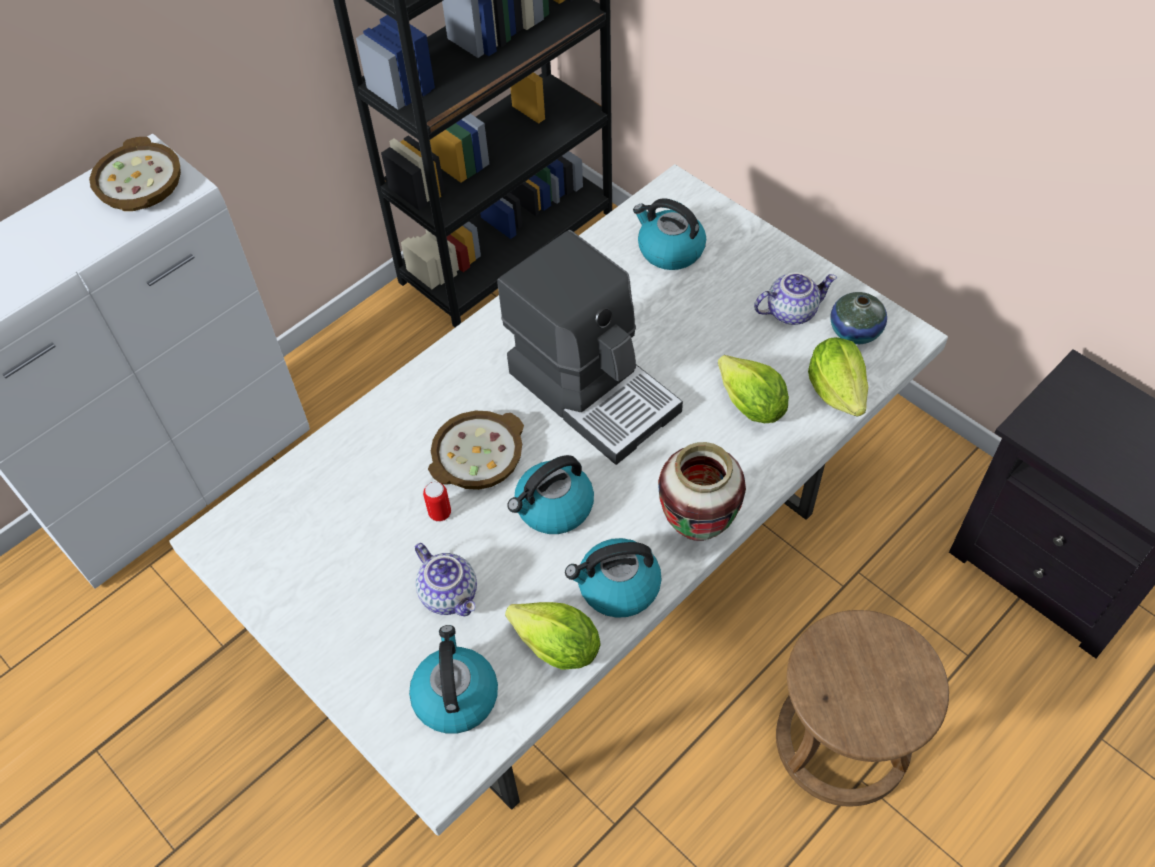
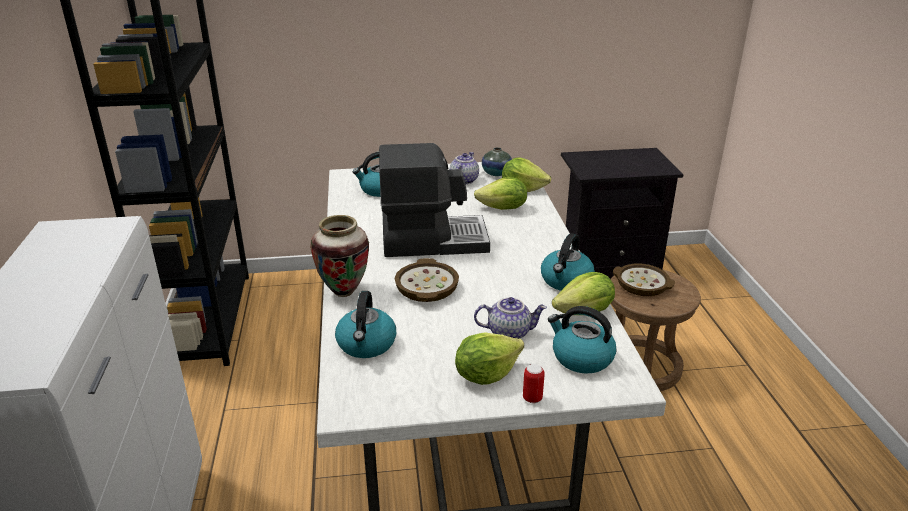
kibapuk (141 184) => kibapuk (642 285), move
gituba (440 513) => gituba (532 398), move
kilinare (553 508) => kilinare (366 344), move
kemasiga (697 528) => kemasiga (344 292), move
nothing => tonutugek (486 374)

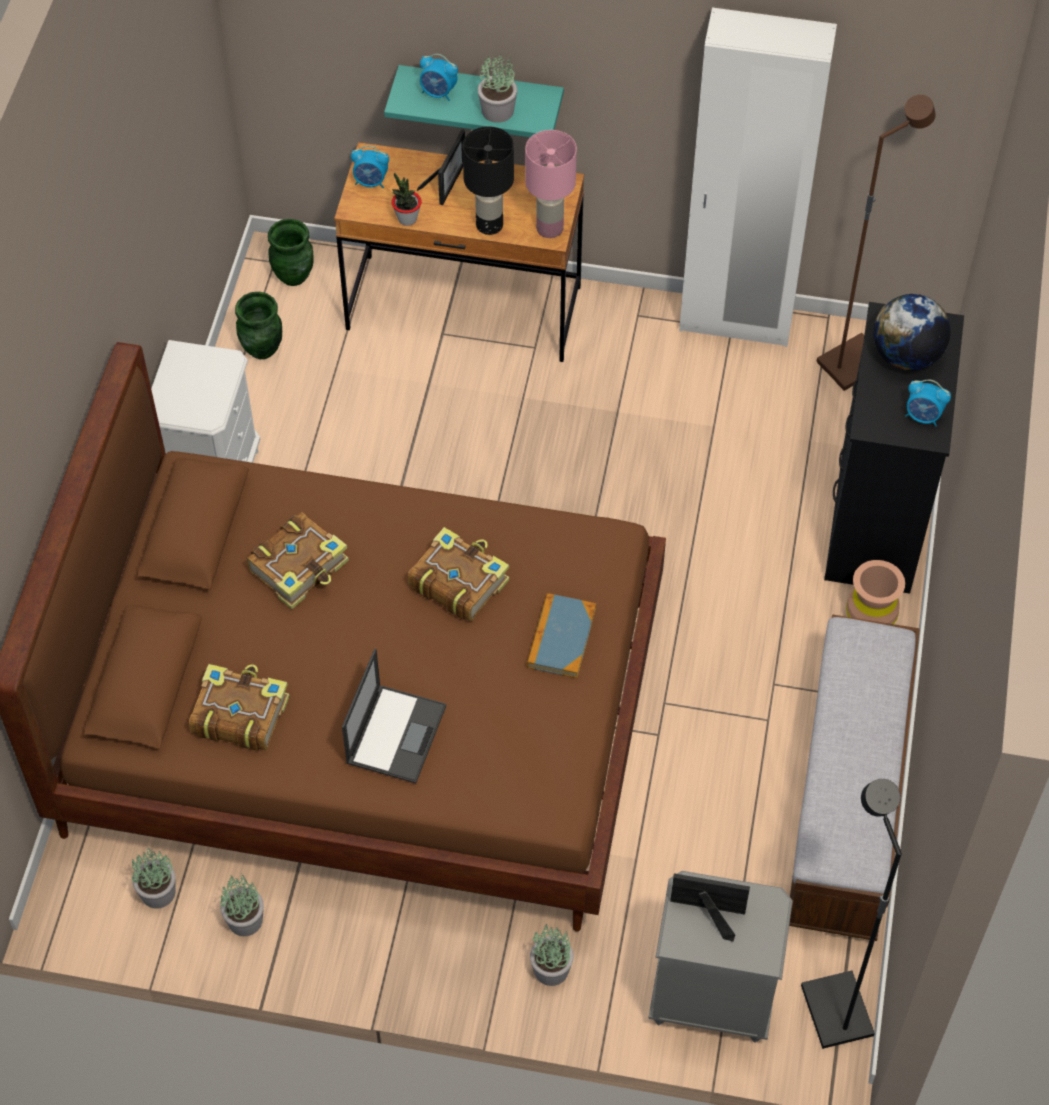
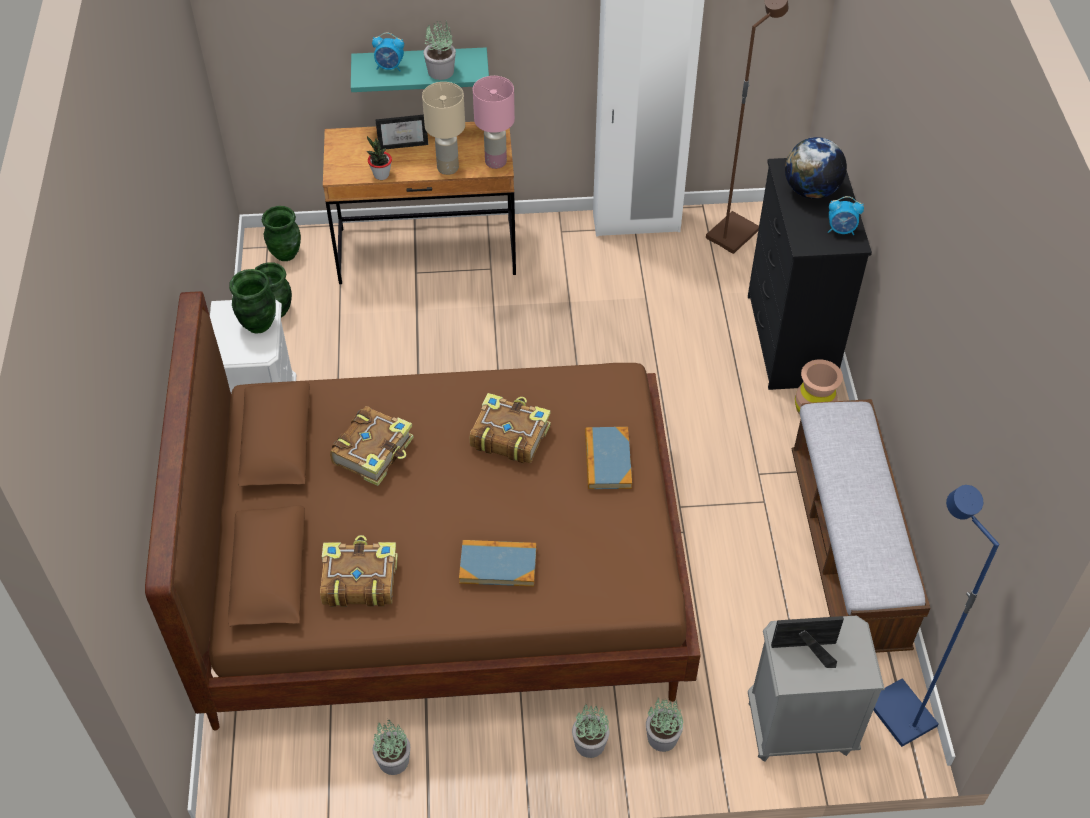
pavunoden (157 893) => pavunoden (589 744), move
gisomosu (396 733) => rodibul (498 565)
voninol (371 182) => nothing
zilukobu (447 180) => zilukobu (404 143), 75 degrees clockwise
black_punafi (489 224) => beige_punafi (447 167)
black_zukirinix (834 1011) => blue_zukirinix (898 714)
nothing => green_kemasiga (258 324)

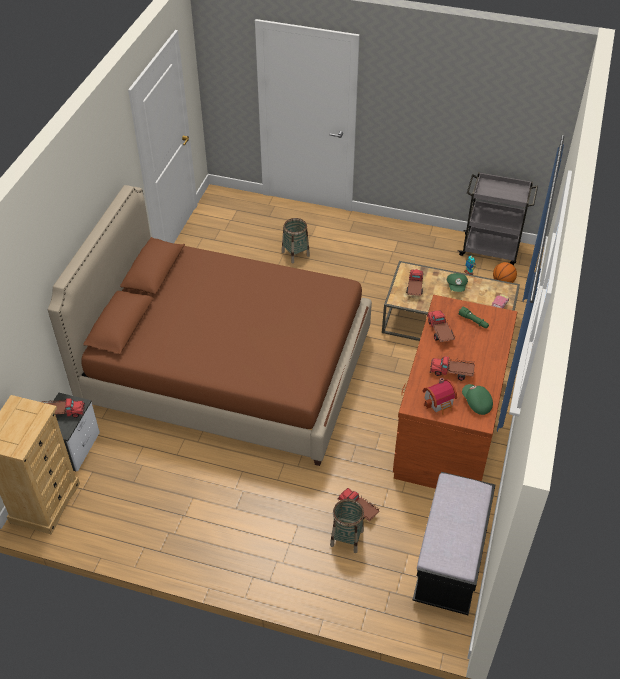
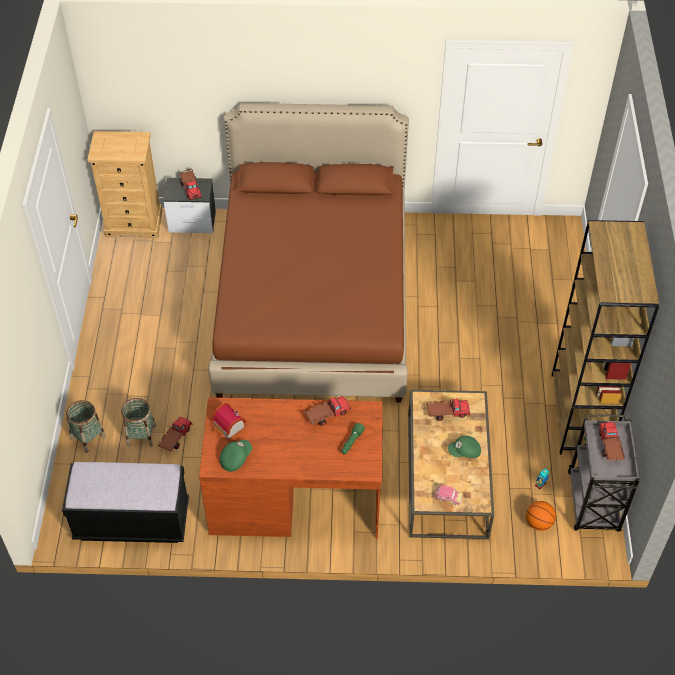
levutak (295 254) => levutak (88 437), move
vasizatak (452 372) => vasizatak (609 446), move
nothing => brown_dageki (580 414)

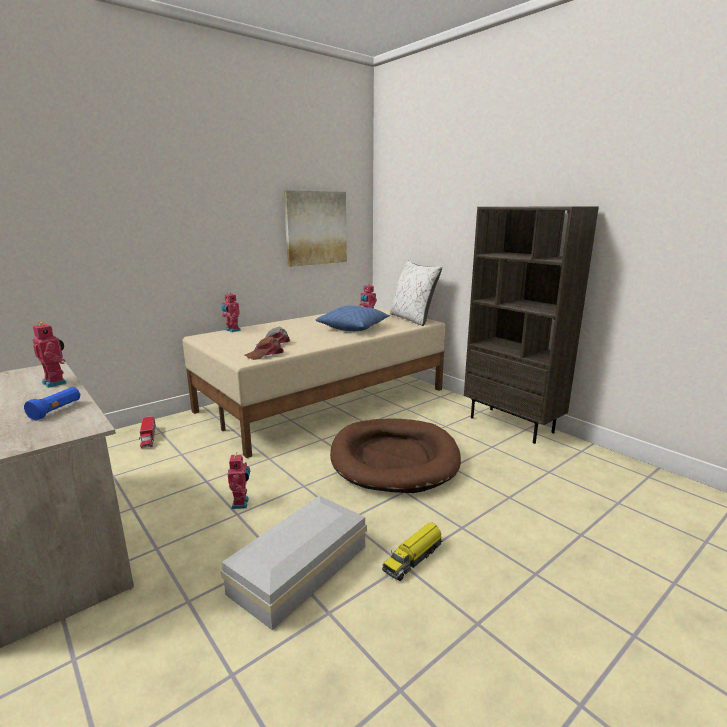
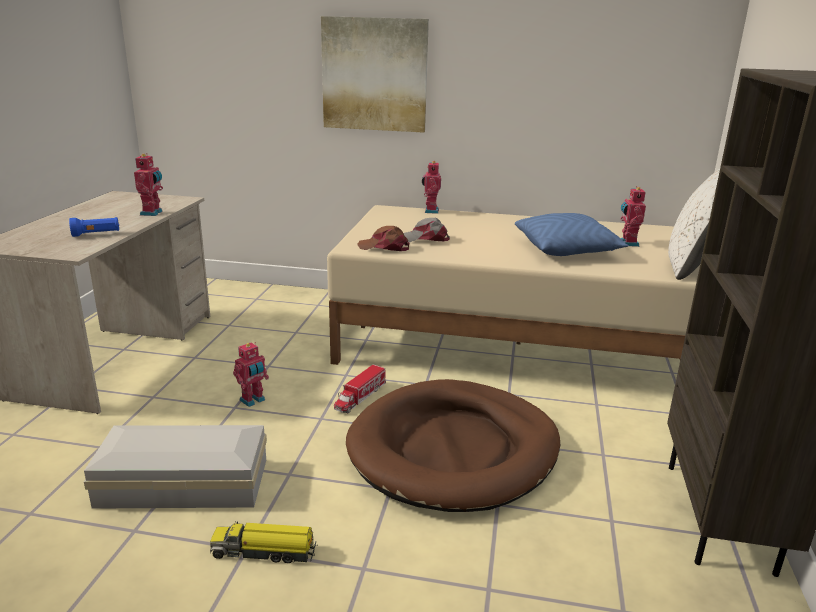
vasizatak (148 438) => vasizatak (360 397), move
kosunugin (316 228) => kosunugin (374 75), move

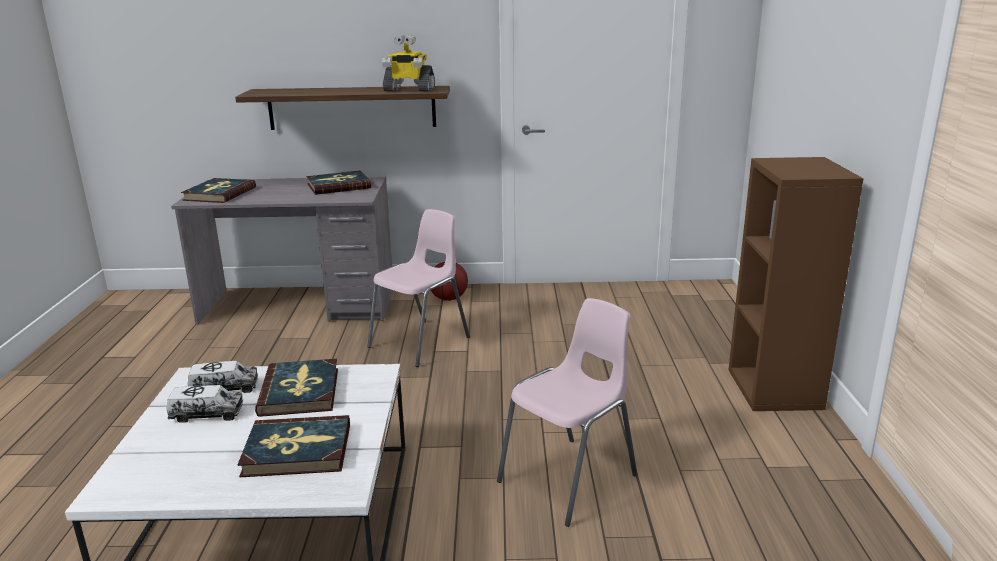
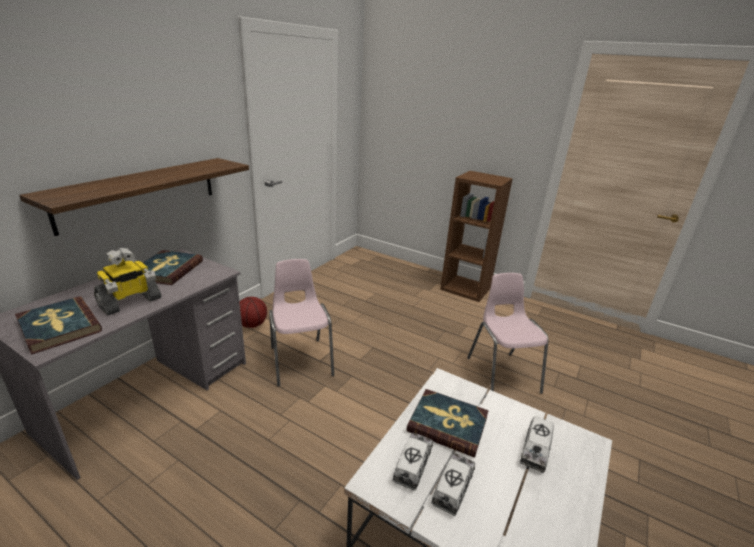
rodibul (297 450) => vasizatak (535 450)
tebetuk (408 90) => tebetuk (130 302), move

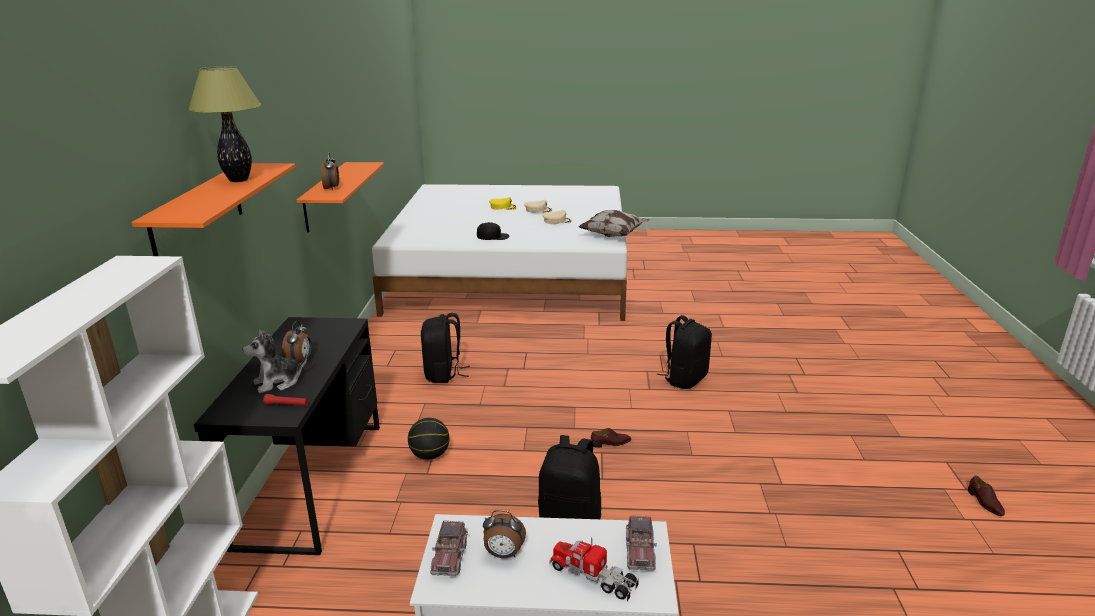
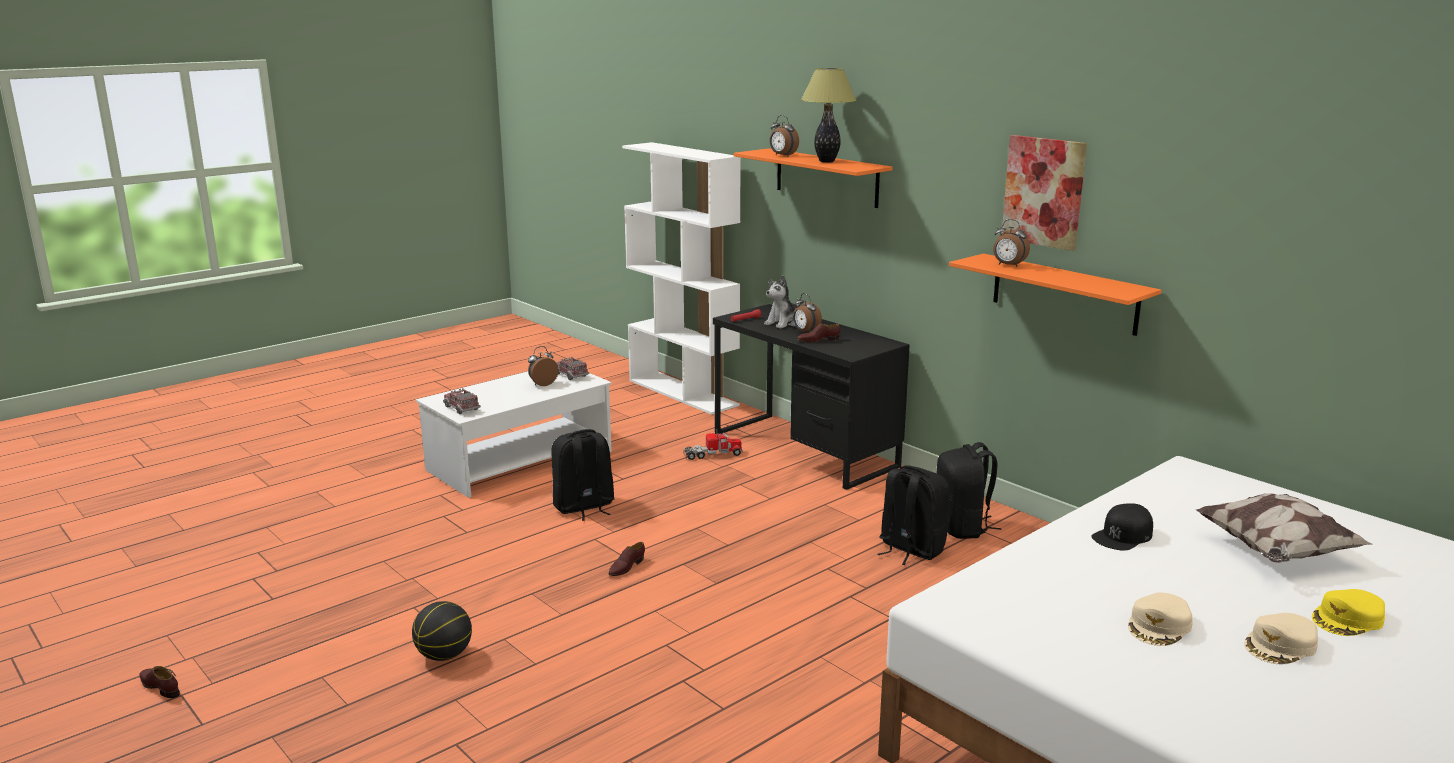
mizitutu (278 382) => mizitutu (784 323), 150 degrees counterclockwise
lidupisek (430 455) => lidupisek (444 655), move
vasizatak (593 576) => vasizatak (712 454), move
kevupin (614 235) => kevupin (1275 552), move
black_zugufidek (685 379) => black_zugufidek (962 527), move
nothing => voninol (782 155)
nothing => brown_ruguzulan (818 340)
nothing => kosunugin (1044 192)

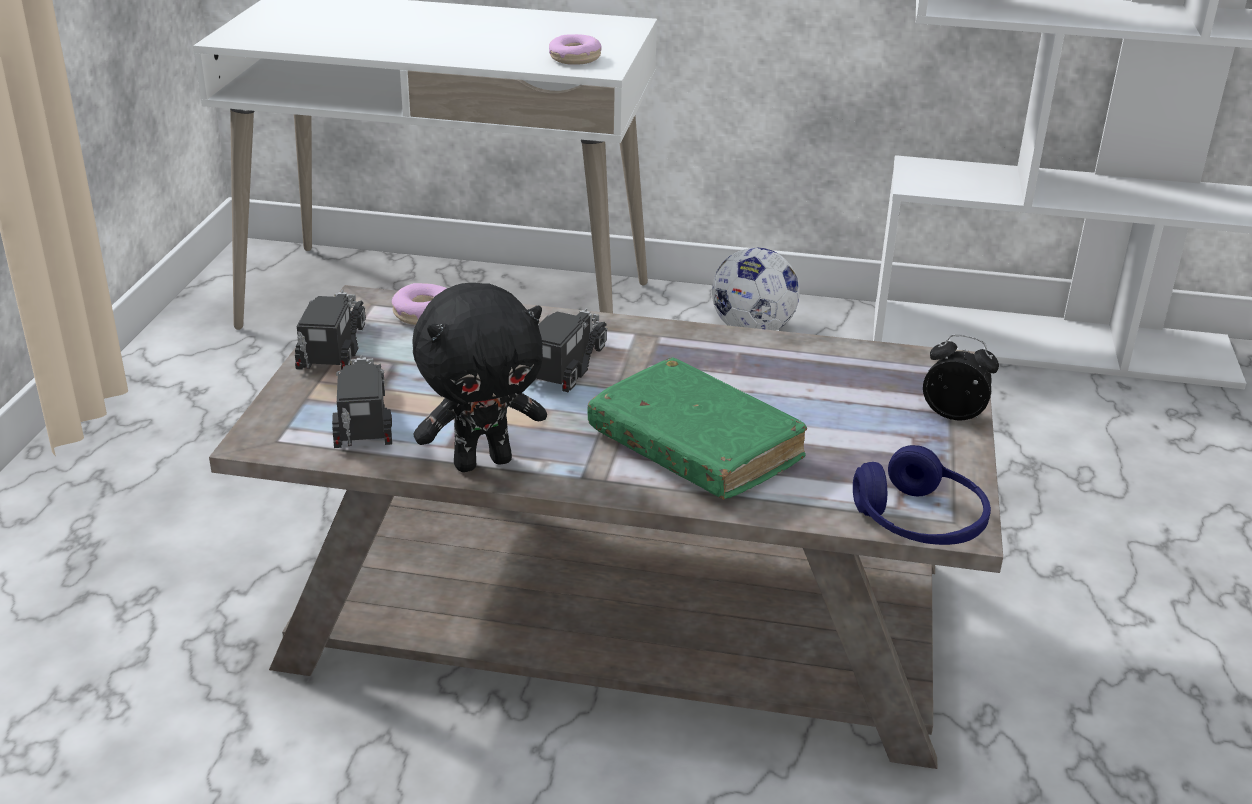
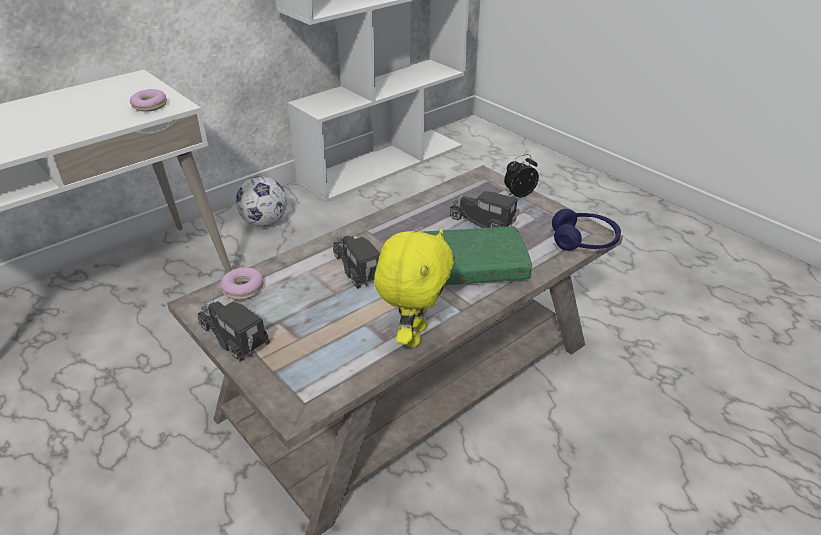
vasizatak (364 422) => vasizatak (485 222), move
black_mizitutu (483 461) => yellow_mizitutu (413 335)

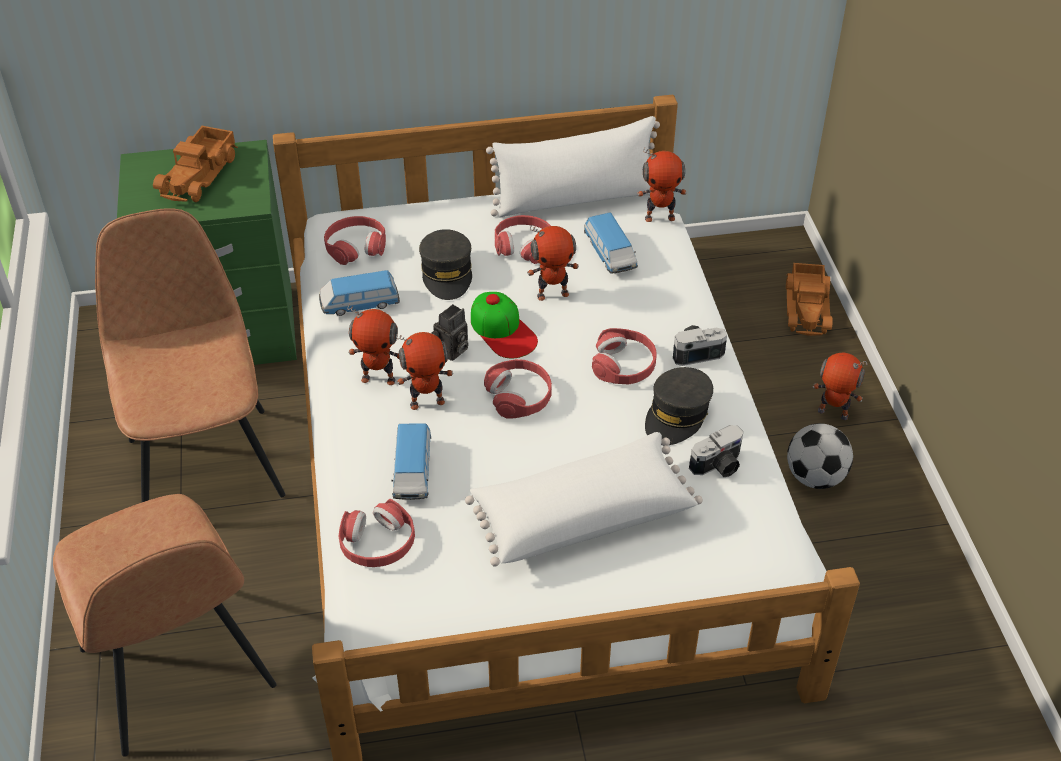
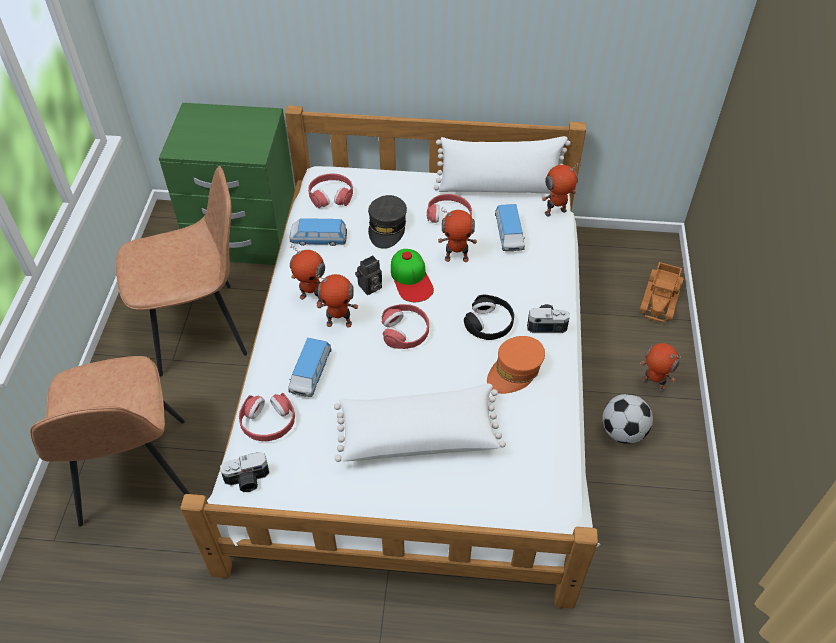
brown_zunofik (205 464) => brown_zunofik (200 328), 75 degrees clockwise
vasizatak (200 175) => nothing
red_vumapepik (624 365) => black_vumapepik (489 323)
tebetuk (660 217) => tebetuk (556 213), 150 degrees clockwise
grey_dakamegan (677 415) => orange_dakamegan (515 371)
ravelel (719 466) => ravelel (247 480), move

